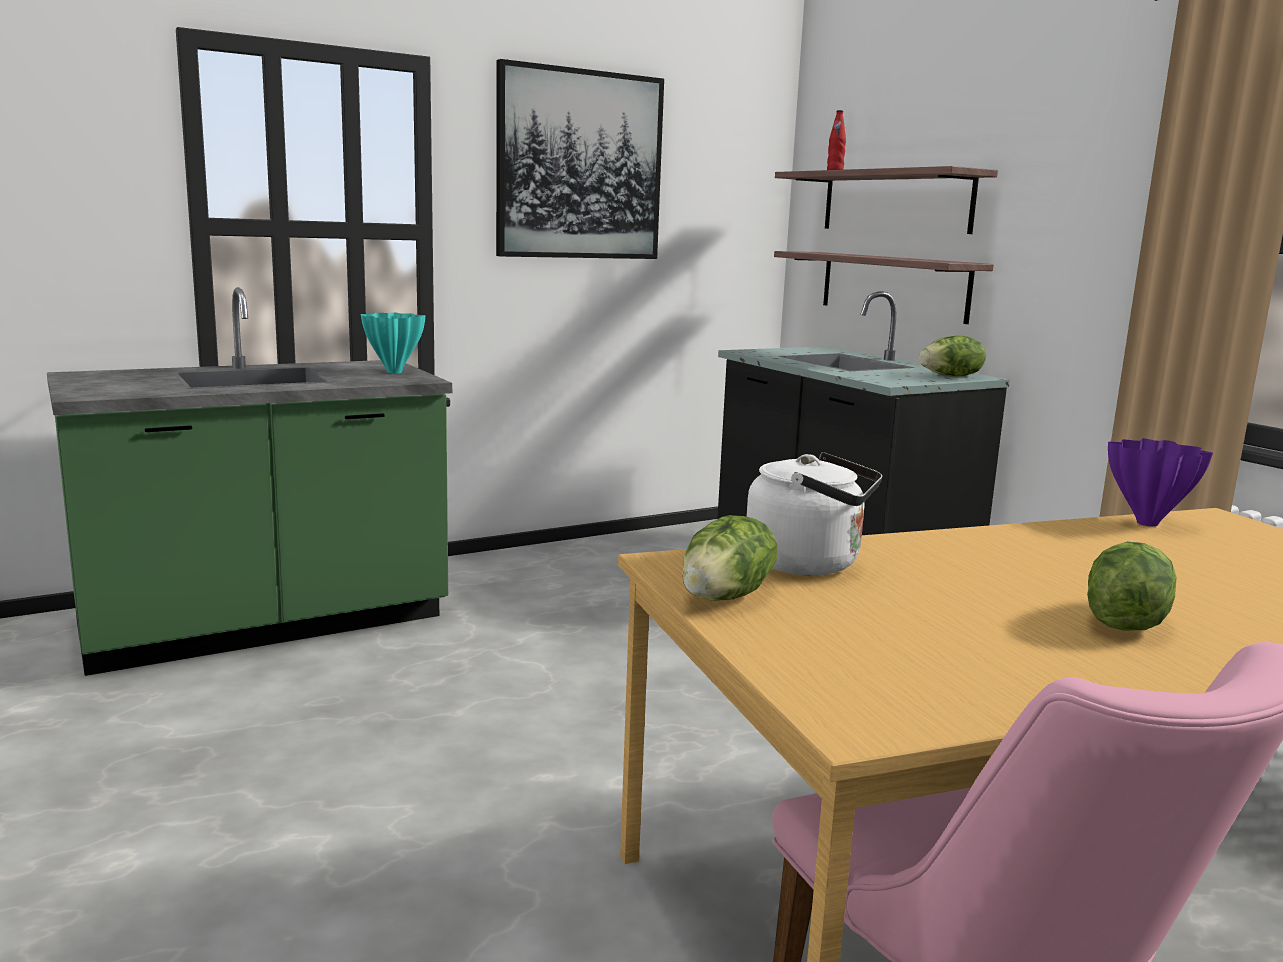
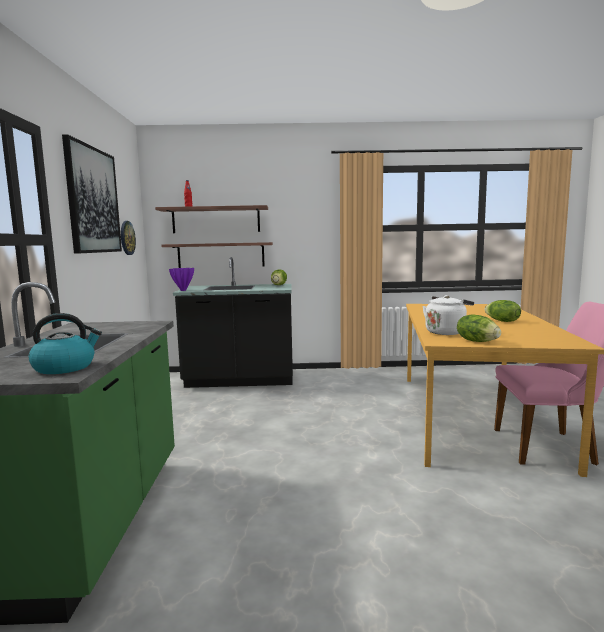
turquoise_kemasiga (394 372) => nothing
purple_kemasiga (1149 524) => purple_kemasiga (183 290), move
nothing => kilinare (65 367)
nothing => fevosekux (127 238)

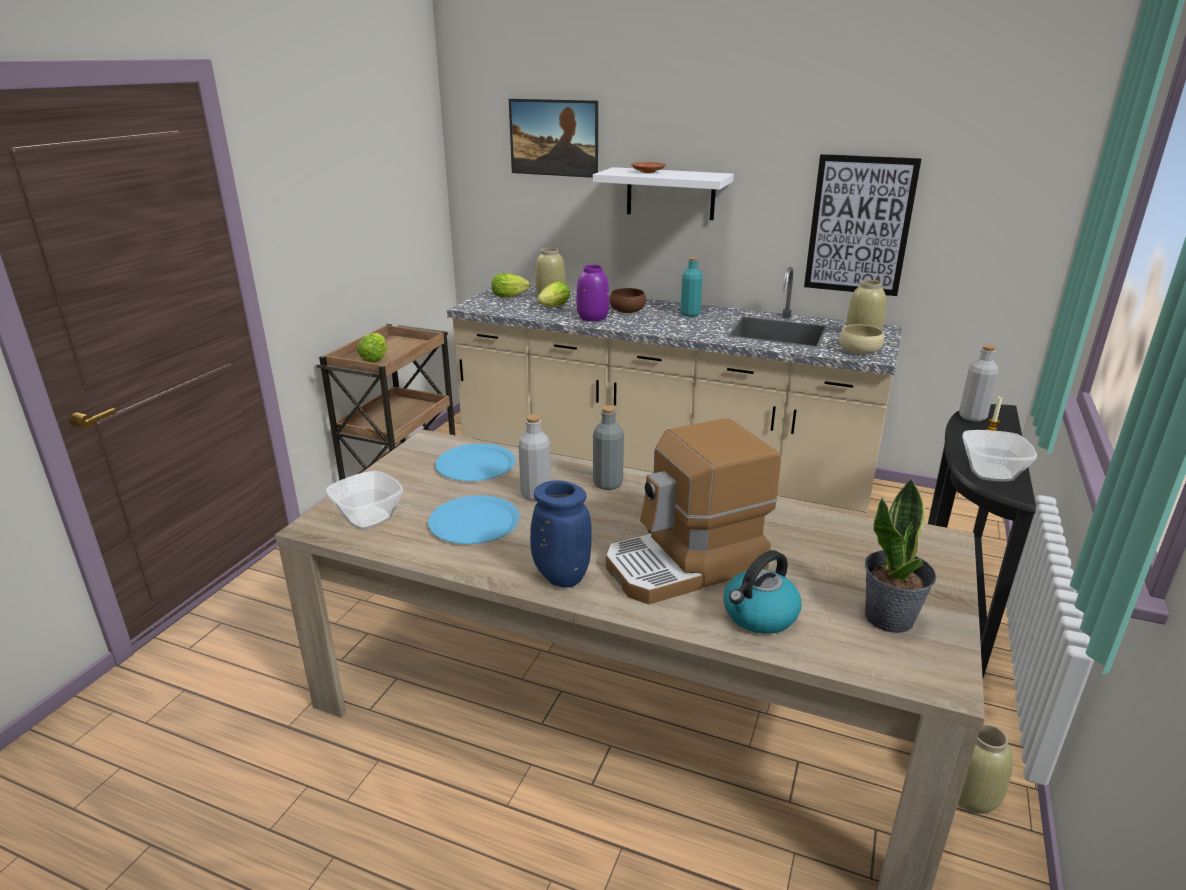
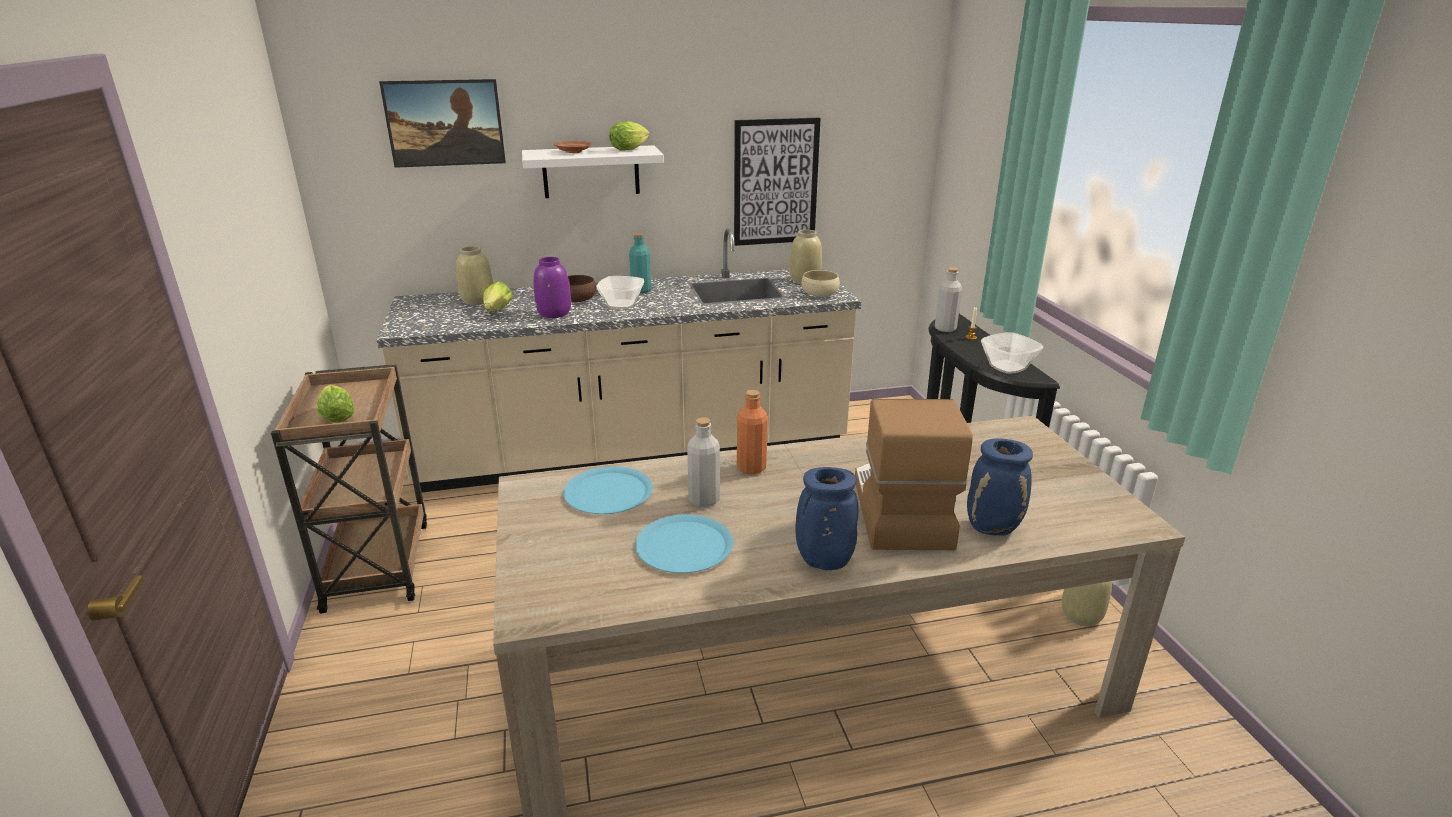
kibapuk (370 518) => kibapuk (622 304), move
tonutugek (511 296) => tonutugek (631 149), move
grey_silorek (608 484) => orange_silorek (751 467)
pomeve (686 565) => pomeve (899 511), 150 degrees clockwise
kilinare (759 615) => blue_kemasiga (993 528)
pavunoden (890 617) => nothing

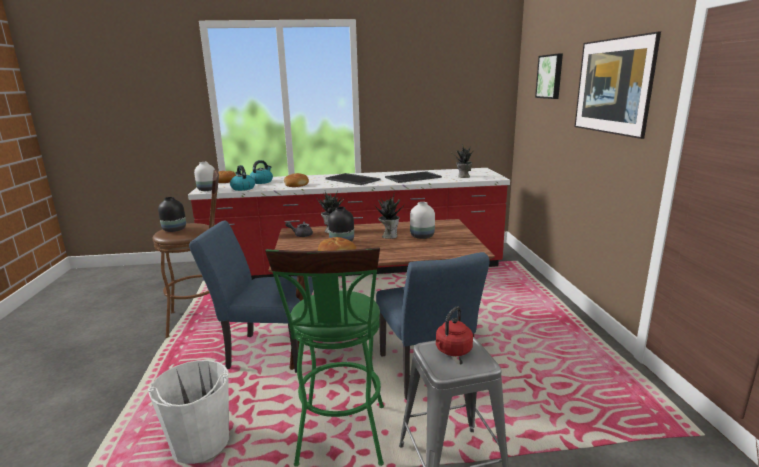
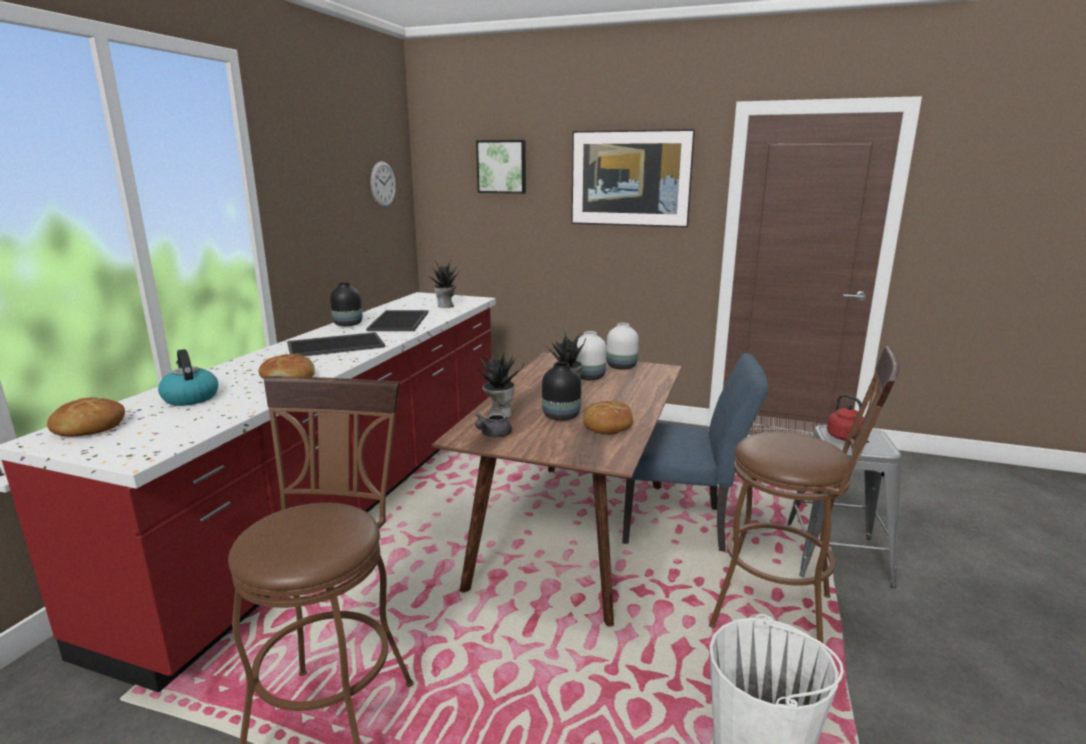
black_kemasiga (175 230) => black_kemasiga (348 324), move
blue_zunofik (265 352) => nothing
white_kemasiga (207 190) => white_kemasiga (620 366), move
kilinare (243 188) => nothing
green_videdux (341 441) => brown_videdux (784 614)
nothing => fevosekux (383 184)

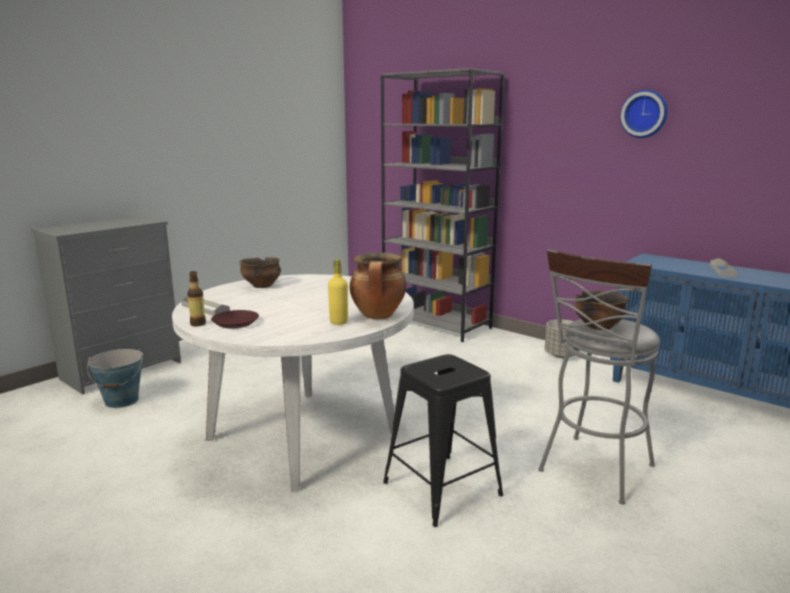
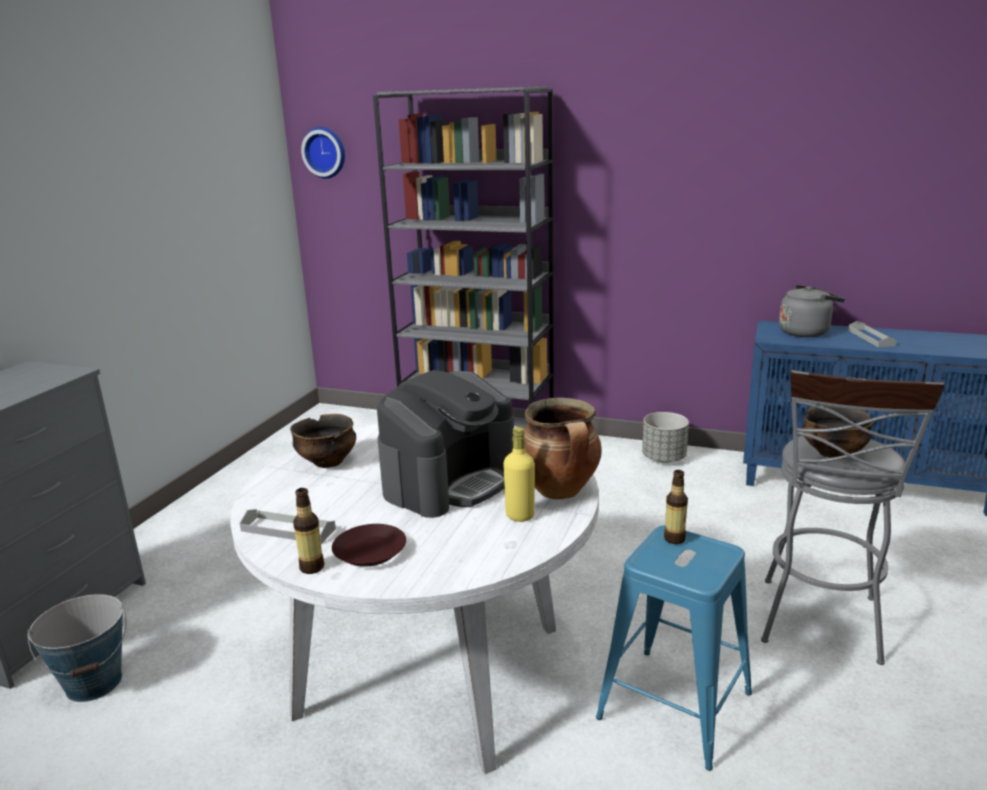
black_videdux (442 488) => blue_videdux (674 705)
fevosekux (644 114) => fevosekux (325 152), move
nothing => pomeve (449 481)
nothing => silorek (674 539)
nothing => grey_kilinare (806 332)

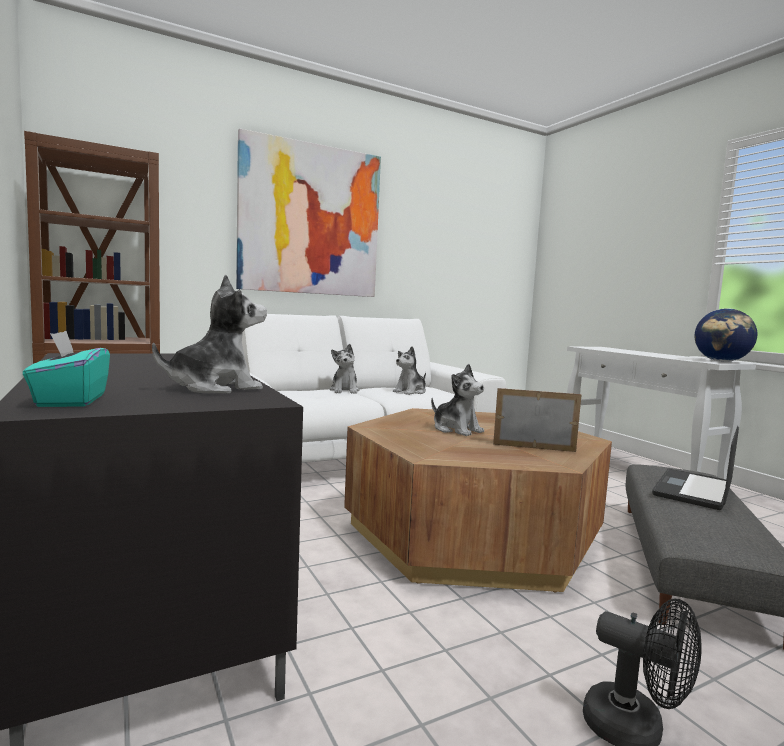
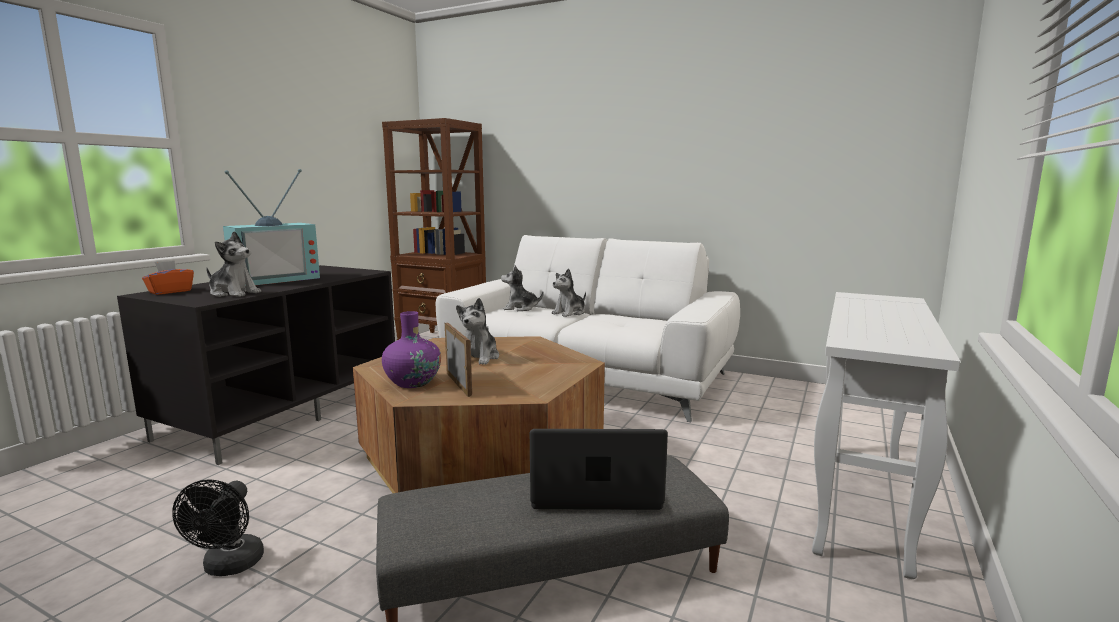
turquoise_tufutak (70 401) => orange_tufutak (170 291)
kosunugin (310 220) => nothing
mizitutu (410 392) => mizitutu (520 308), move
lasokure (721 361) => nothing
nothing => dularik (275 279)
nothing => purple_kemasiga (413 382)

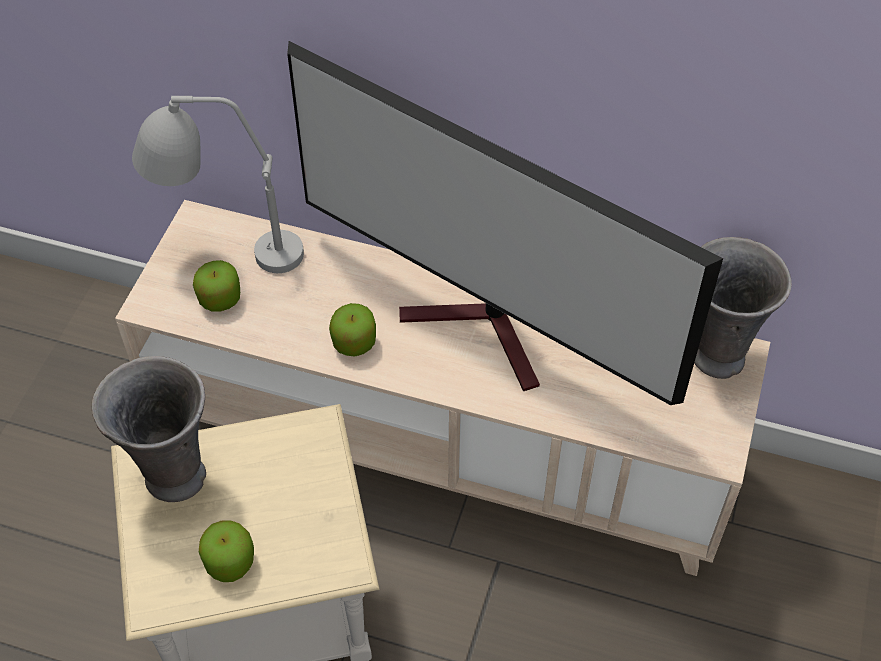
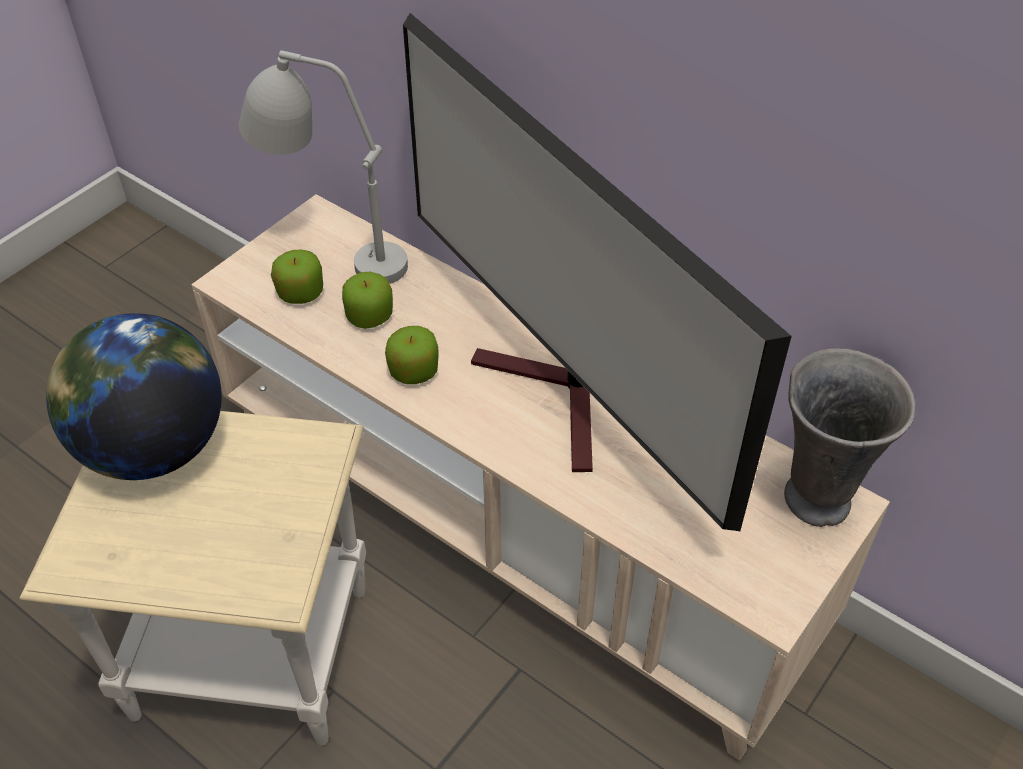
grey_kemasiga (173 477) => lasokure (154 447)
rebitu (230 562) => rebitu (369 316), move

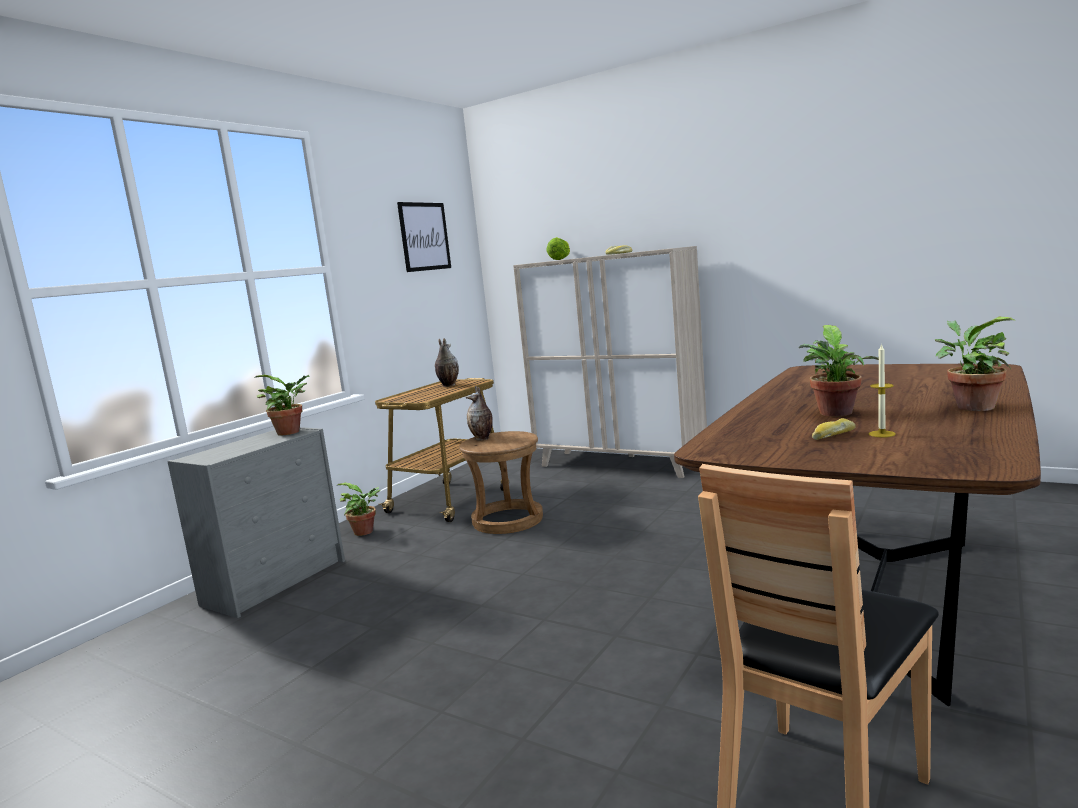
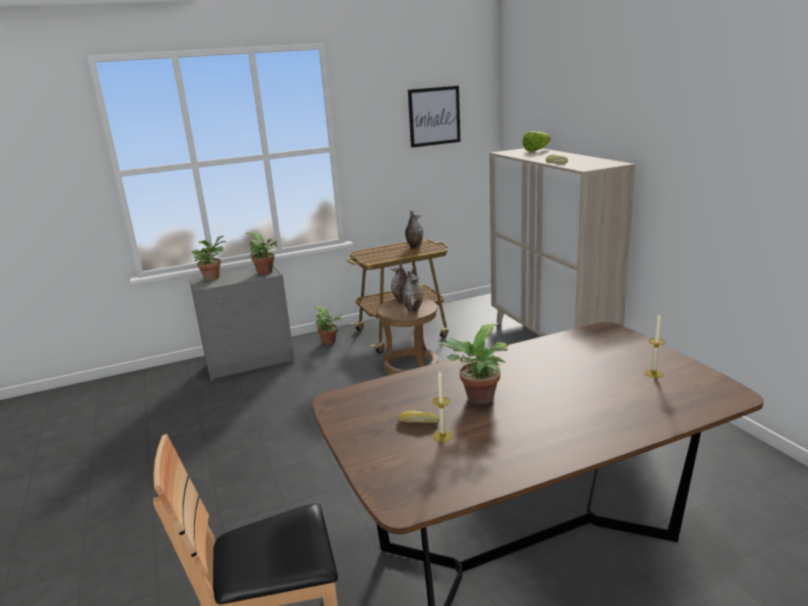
pavunoden (971 407) => pavunoden (212 277), move
nothing => kemasiga (413 310)
nothing => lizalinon (653 373)

